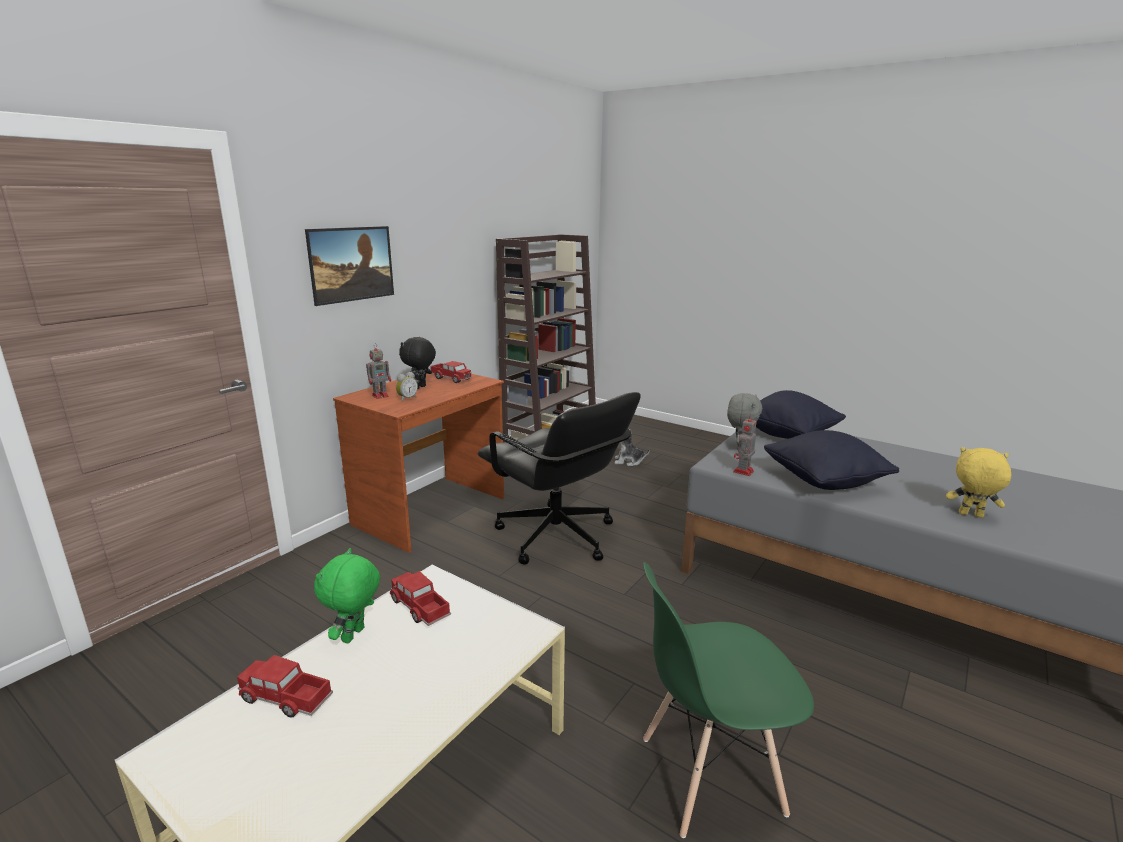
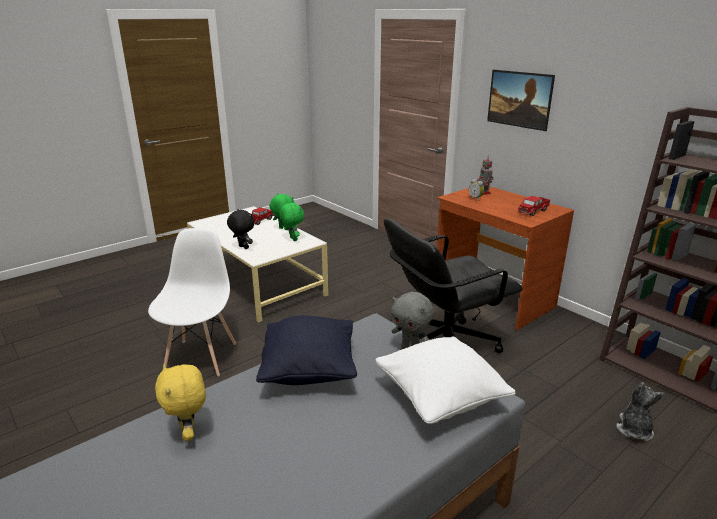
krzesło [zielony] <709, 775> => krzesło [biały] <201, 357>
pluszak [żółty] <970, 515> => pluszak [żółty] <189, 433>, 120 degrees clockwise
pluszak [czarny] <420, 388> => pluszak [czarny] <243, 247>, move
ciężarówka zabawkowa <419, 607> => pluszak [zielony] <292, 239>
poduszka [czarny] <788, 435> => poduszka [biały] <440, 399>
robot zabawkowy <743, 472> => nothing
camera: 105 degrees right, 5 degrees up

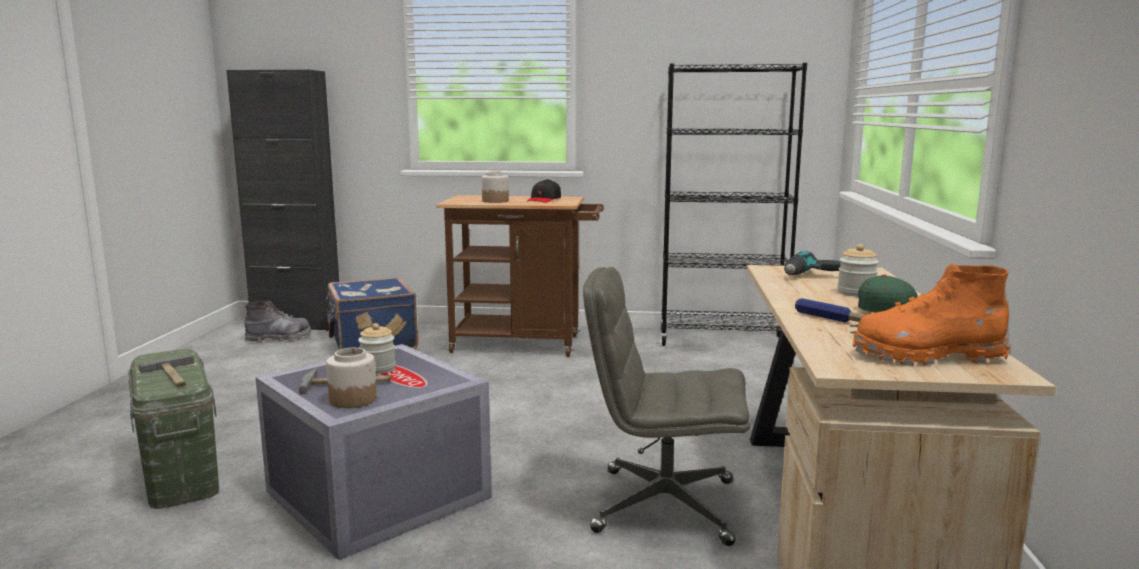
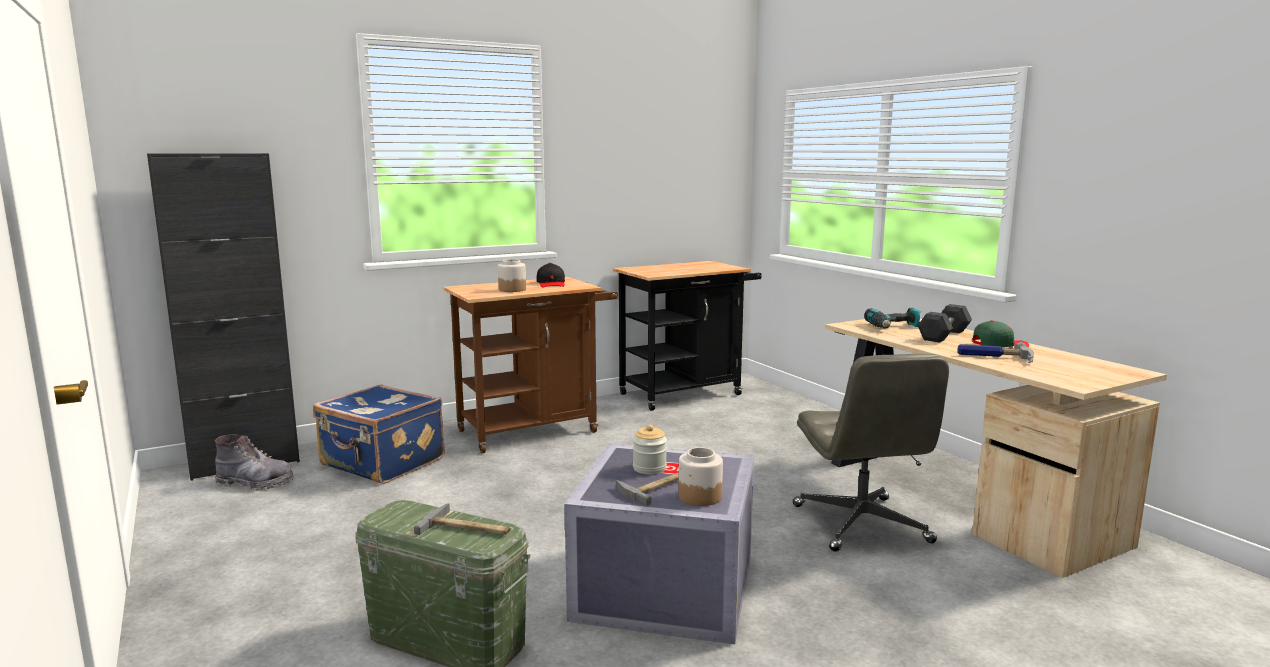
but z cholewką [szary] <279, 339> => but z cholewką [szary] <255, 483>, 60 degrees clockwise
regał [czarny] <722, 341> => wózek [czarny] <686, 393>
krzesło biurowe [szary] <663, 506> => krzesło biurowe [szary] <862, 524>, 75 degrees counterclockwise
słoik <856, 293> => hantel [szary] <944, 335>
but z cholewką [pomarańczowy] <926, 356> => nothing
camera: 35 degrees left, 0 degrees up

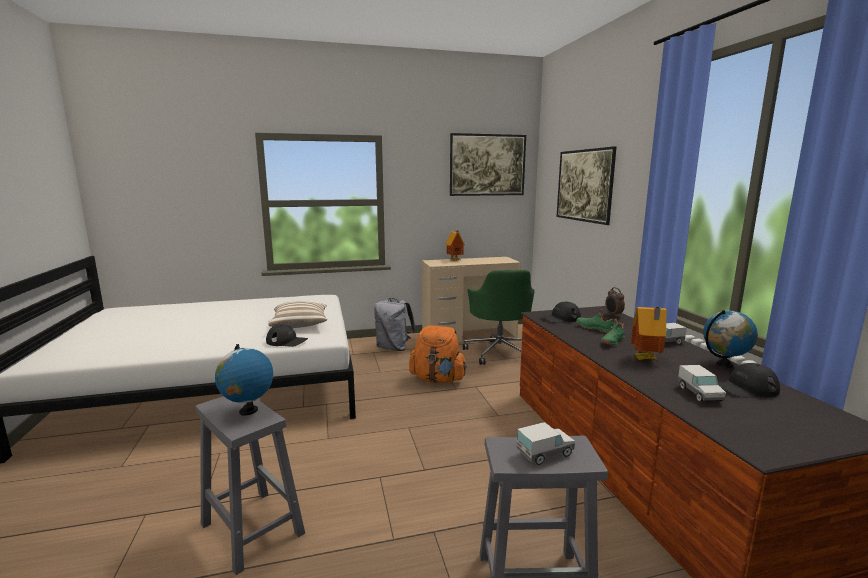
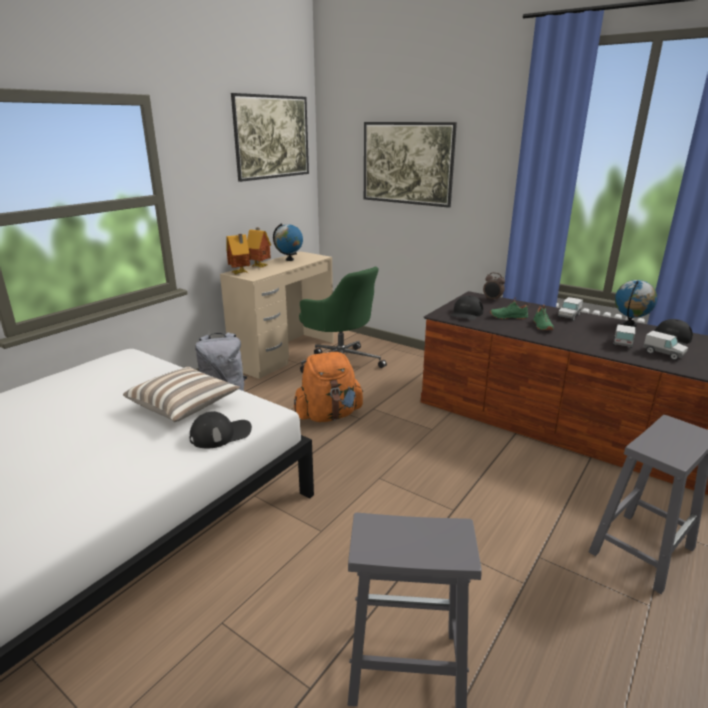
domek <646, 359> => domek <240, 273>, move
globus <248, 411> => globus <289, 260>, move
ciężarówka zabawkowa <544, 453> => ciężarówka zabawkowa <622, 343>, move
camera: 40 degrees left, 10 degrees up

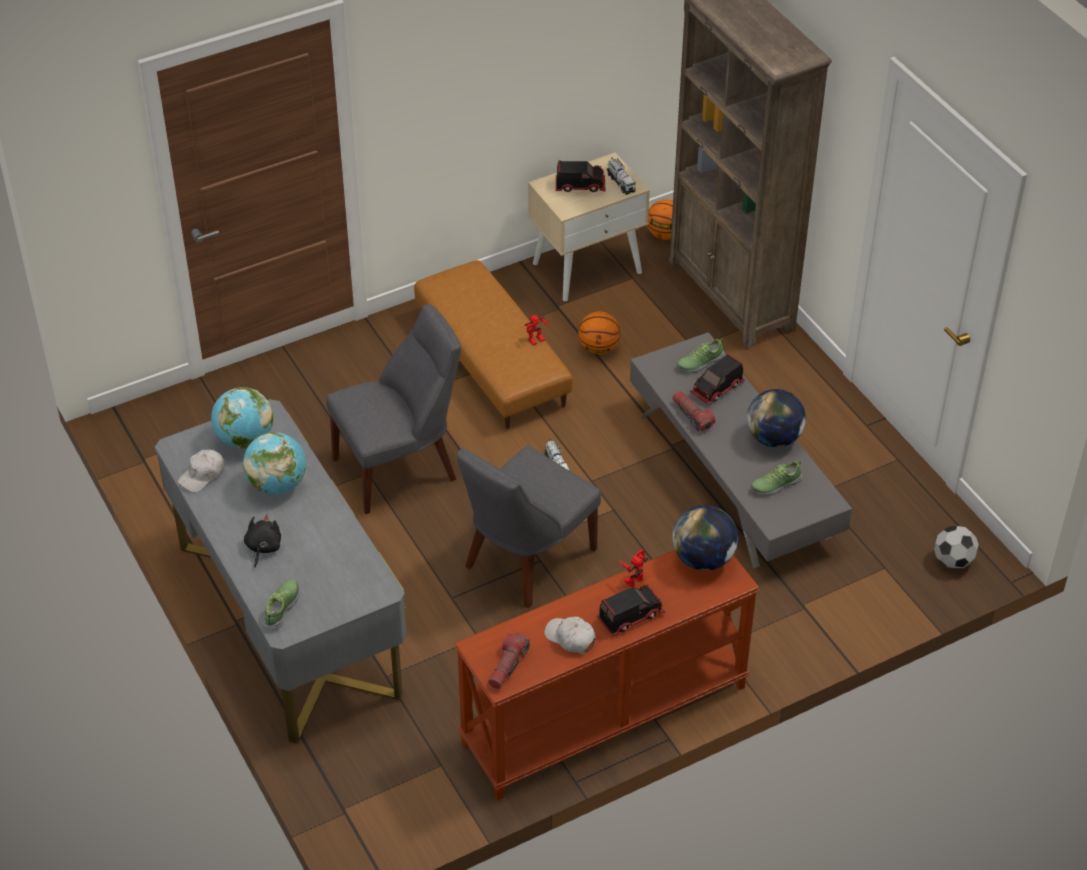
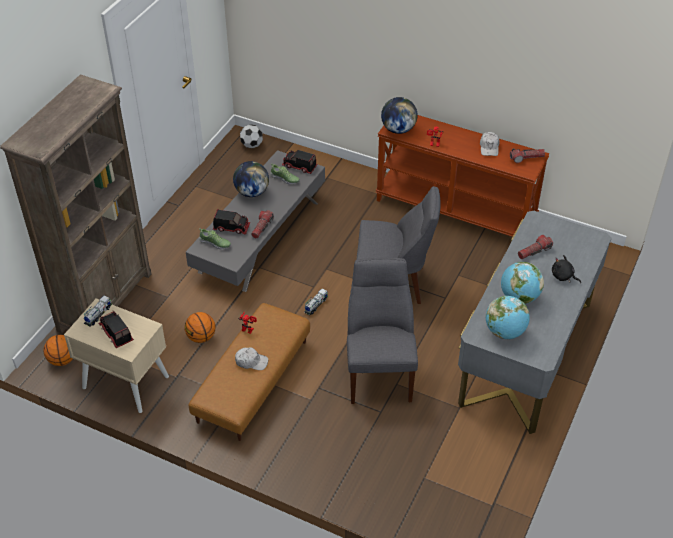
czapka z daszkiem [biały] <202, 475> => czapka z daszkiem [biały] <251, 361>, move
ciężarówka zabawkowa <630, 616> => ciężarówka zabawkowa <299, 166>, move
krzesło [szary] <400, 468> => krzesło [szary] <379, 371>, 60 degrees clockwise
nothing => latarka <534, 251>
pluszak [czarny] <263, 548> => pluszak [czarny] <563, 276>, 60 degrees clockwise
but <282, 608> => nothing
camera: 125 degrees left, 0 degrees up

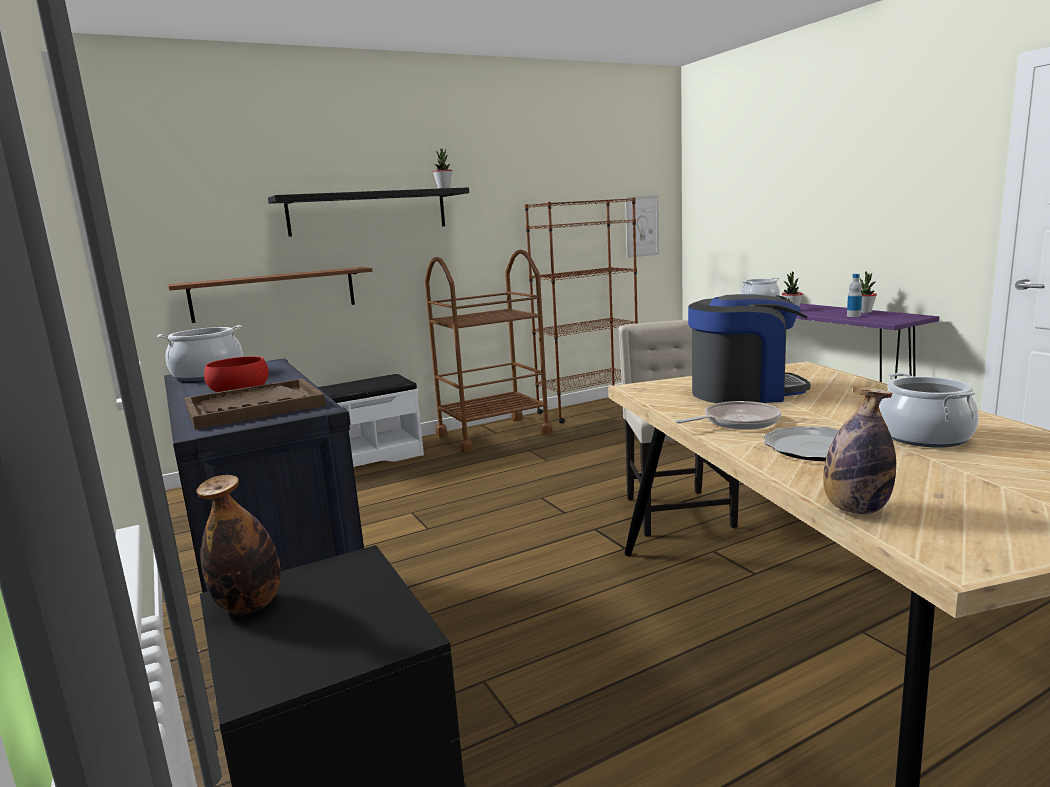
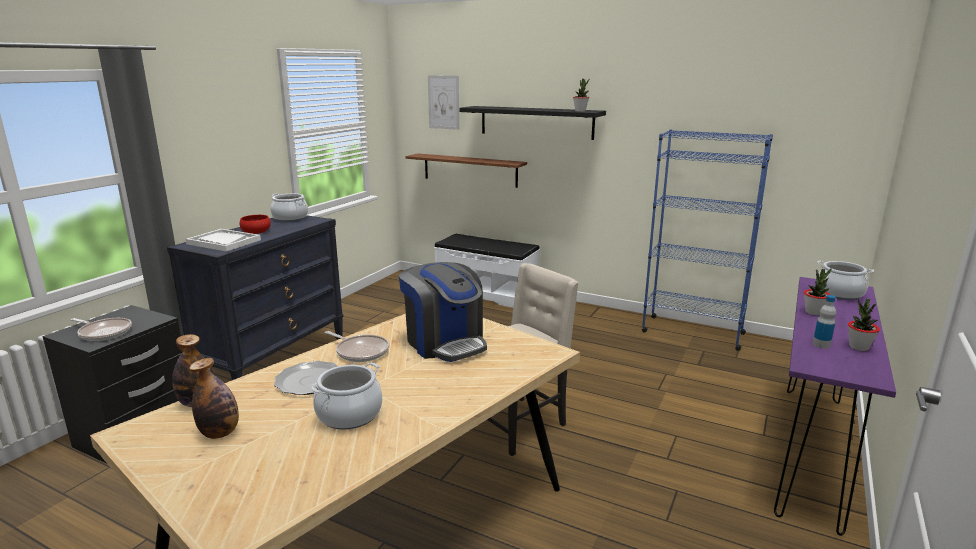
nothing => patelnia <104, 332>
taca [brązowy] <254, 407> => taca [biały] <223, 242>
butelka <249, 605> => butelka <220, 433>, move
obraz <642, 226> => obraz <443, 102>, move
regał [brązowy] <588, 409> => regał [niebieski] <692, 332>
wózek [brązowy] <493, 434> => nothing
camera: 55 degrees right, 5 degrees up

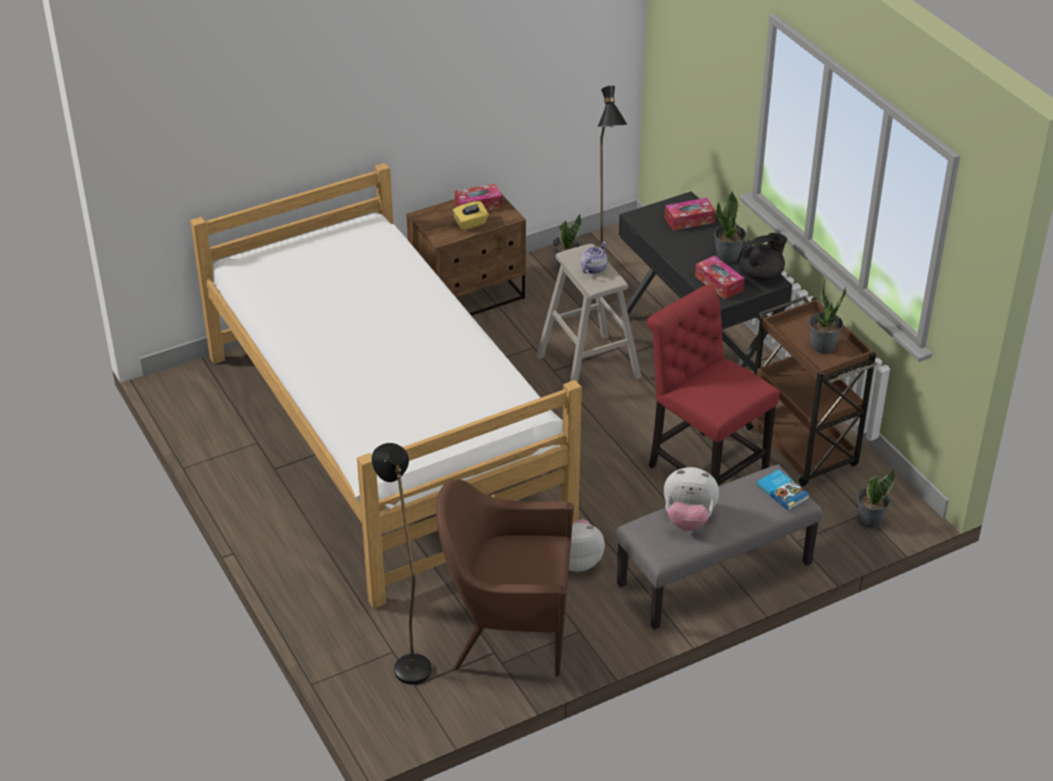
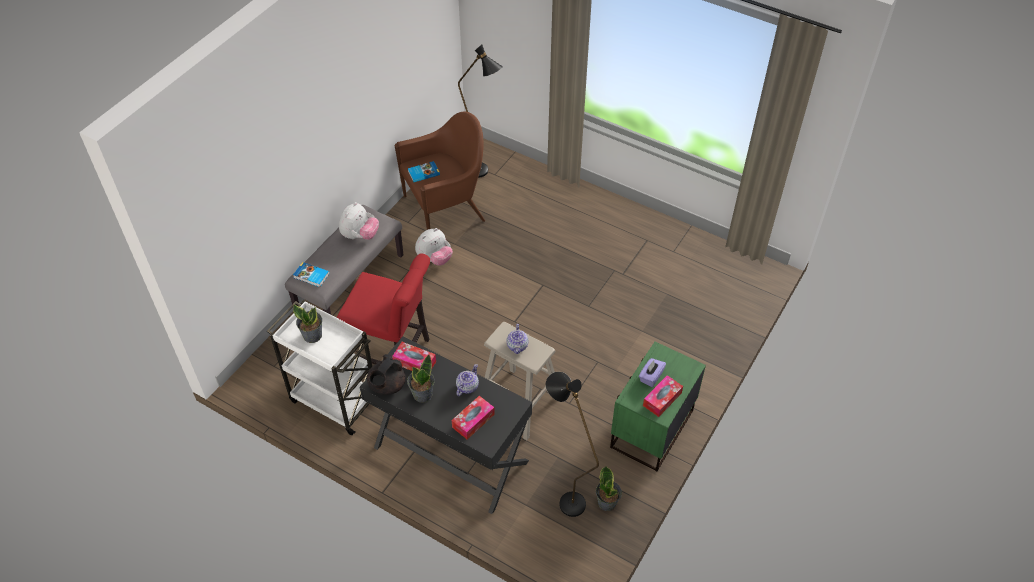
wózek [brązowy] <802, 449> => wózek [biały] <334, 400>
pluszak <688, 519> => pluszak <360, 235>, 135 degrees clockwise
nothing => książka <423, 173>
nothing => imbryk <467, 386>
szafka nocna [brązowy] <469, 297> => szafka nocna [zielony] <650, 429>
pudełko chusteczek [żółty] <471, 223> => pudełko chusteczek [fioletowy] <651, 377>
łóżko <385, 438> => nothing
roślina doniczkowa <870, 519> => nothing
camera: 150 degrees right, 10 degrees up

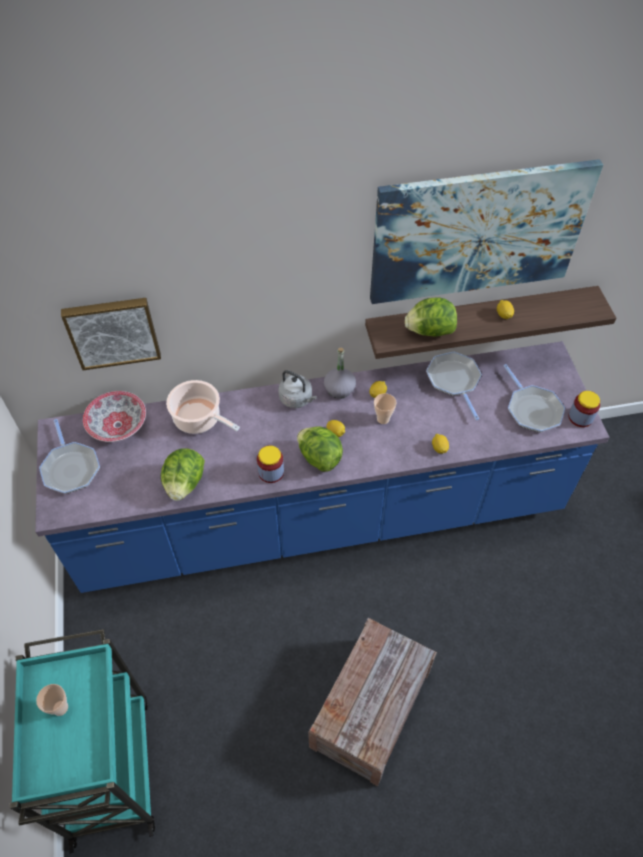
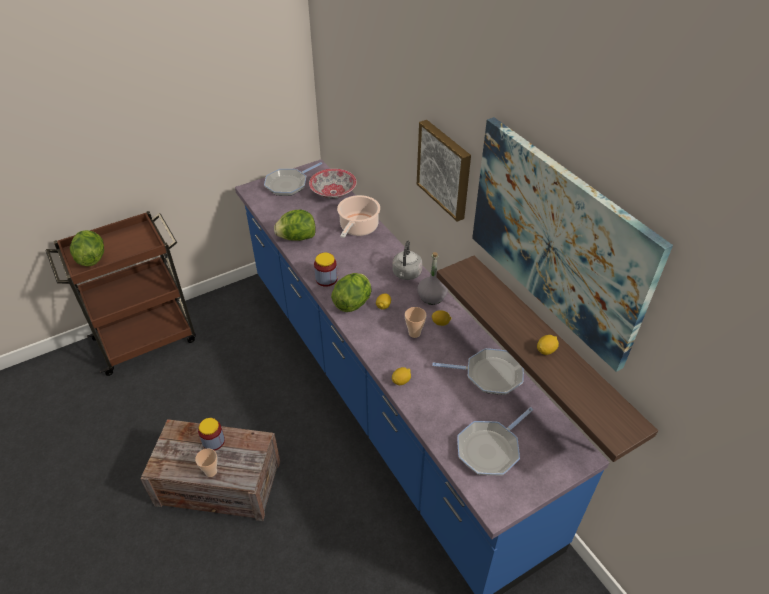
wózek [turkusowy] <111, 766> => wózek [brązowy] <147, 338>
sałata <429, 331> => sałata <91, 258>, move
filiżanka <60, 708> => filiżanka <211, 471>, move
słoik <580, 417> => słoik <213, 441>, move
obraz <113, 331> => obraz <445, 169>, move
patelnia <454, 381> => patelnia <489, 375>, 45 degrees clockwise
camera: 70 degrees right, 10 degrees down

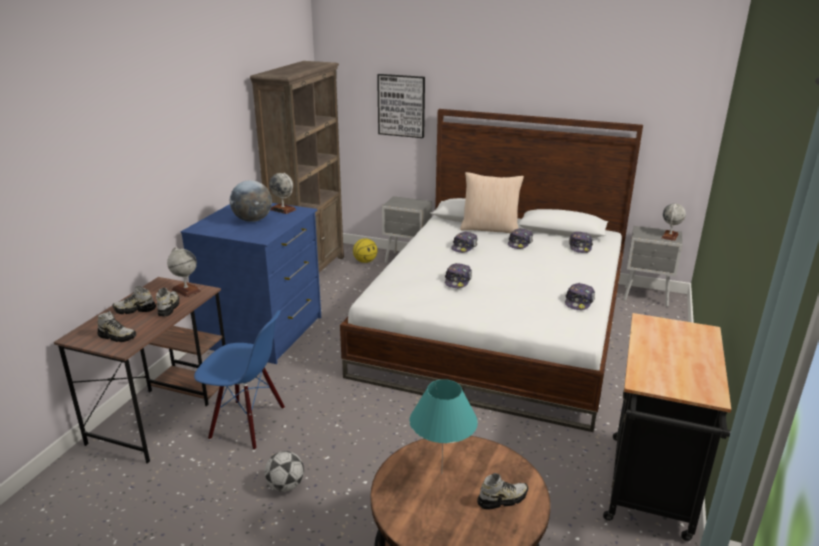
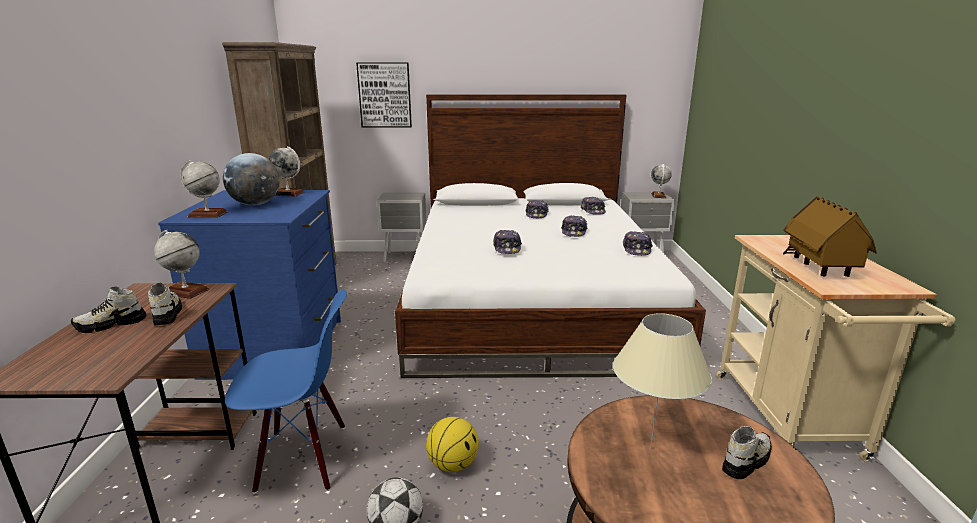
nothing => globus <207, 214>
piłka do koszykówki <365, 261> => piłka do koszykówki <453, 464>, move
czapka z daszkiem <464, 247> => czapka z daszkiem <574, 232>, move
lampa stołowa [turkusowy] <441, 474> => lampa stołowa [beżowy] <650, 449>
wózek [czarny] <649, 492> => wózek [beżowy] <792, 422>
nothing => domek <819, 268>
but <117, 336> => nothing
poduszka [beżowy] <490, 229> => nothing
camera: 20 degrees left, 5 degrees down

